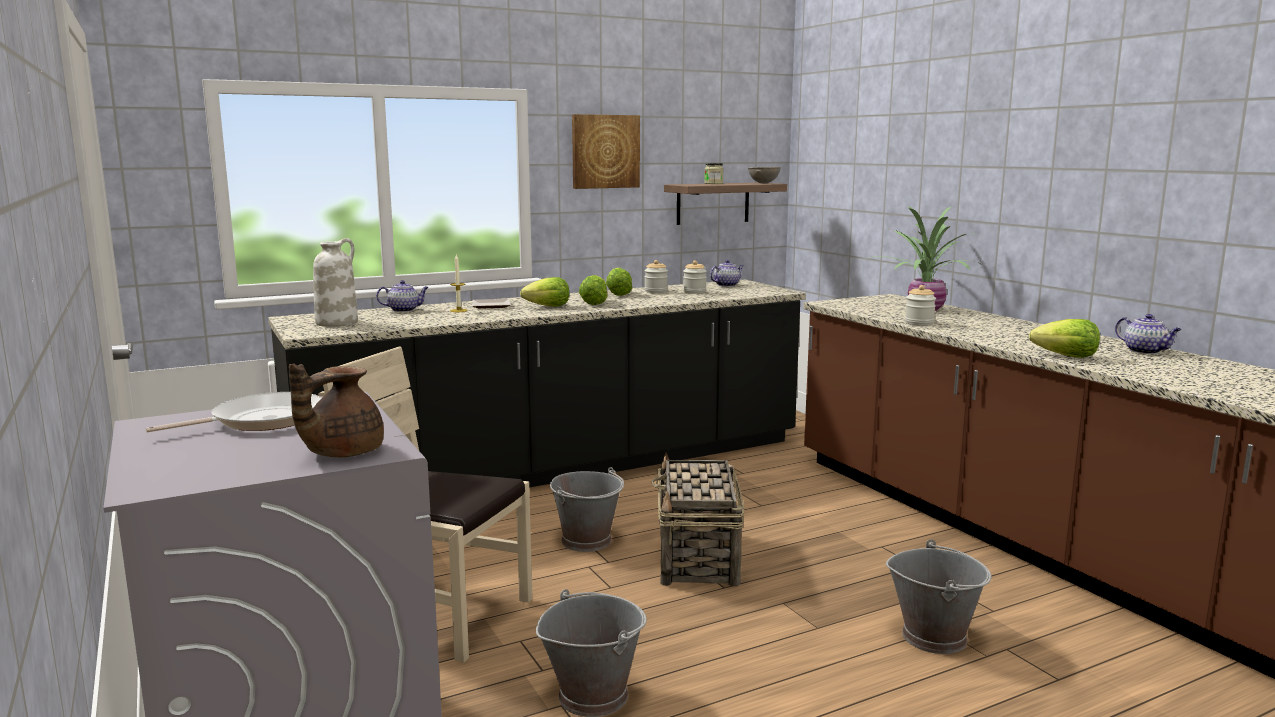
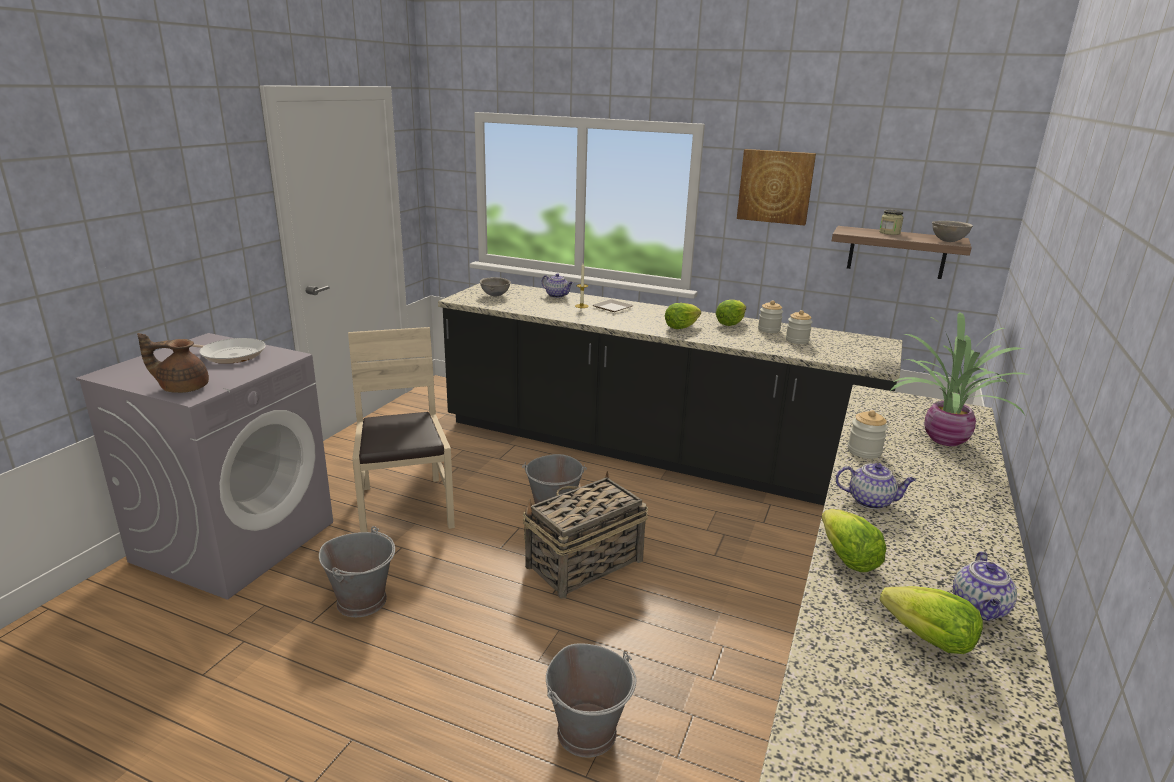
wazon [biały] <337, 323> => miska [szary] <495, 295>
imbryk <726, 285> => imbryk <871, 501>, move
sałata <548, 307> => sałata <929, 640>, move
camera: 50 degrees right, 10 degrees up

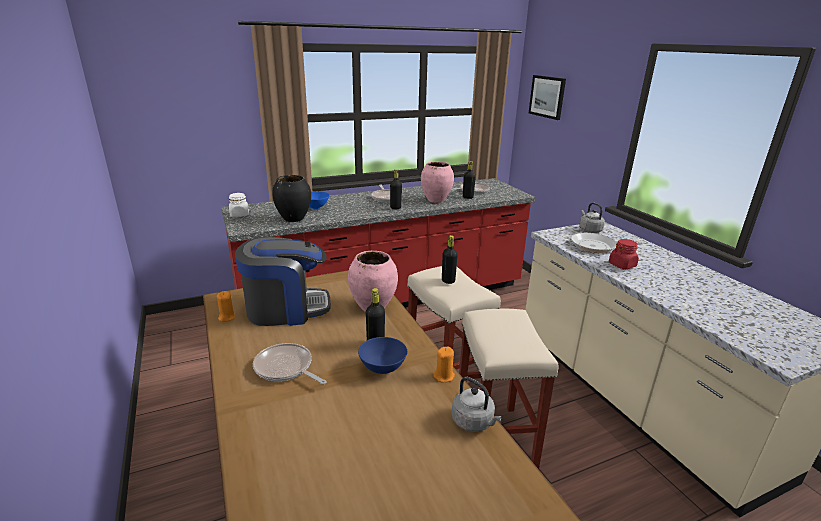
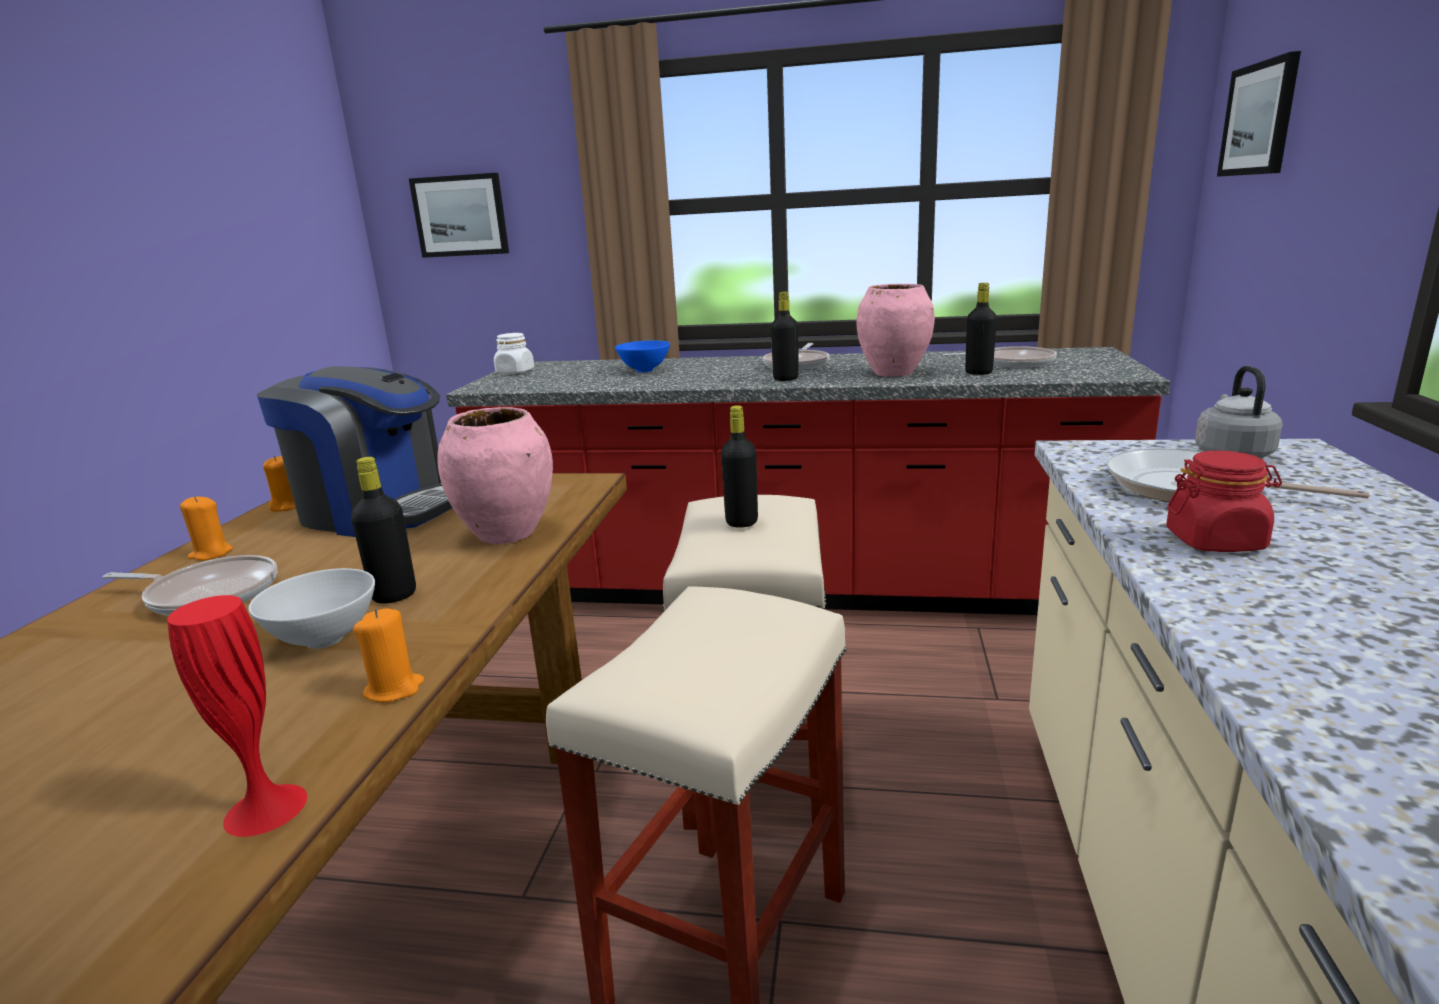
patelnia <285, 368> => patelnia <208, 594>, 120 degrees clockwise
czajnik [szary] <474, 422> => wazon [czerwony] <266, 809>
nothing => świeca [pomarańczowy] <211, 554>
miska [niebieski] <383, 369> => miska [biały] <325, 640>
nothing => obraz <460, 216>
wazon [czarny] <293, 219> => nothing
camera: 35 degrees right, 5 degrees down

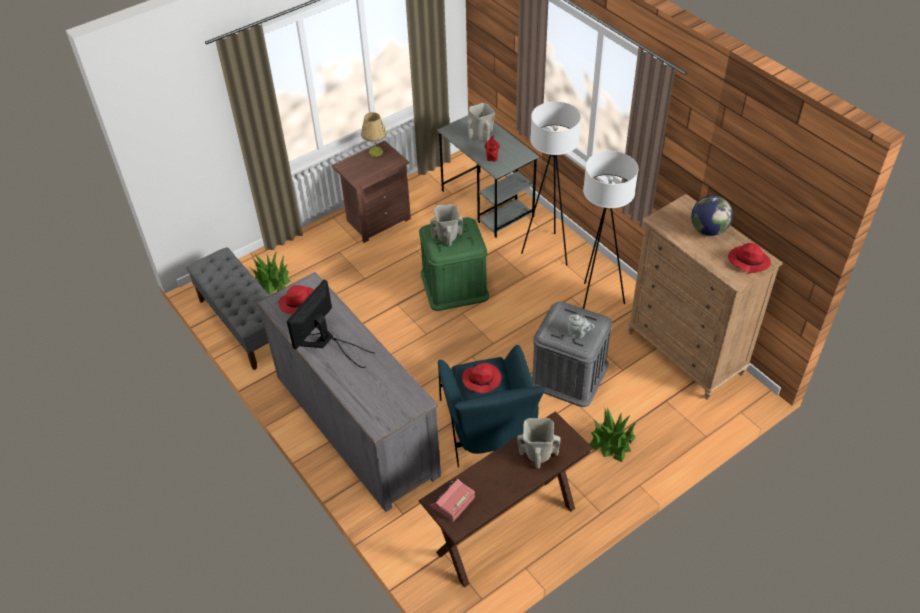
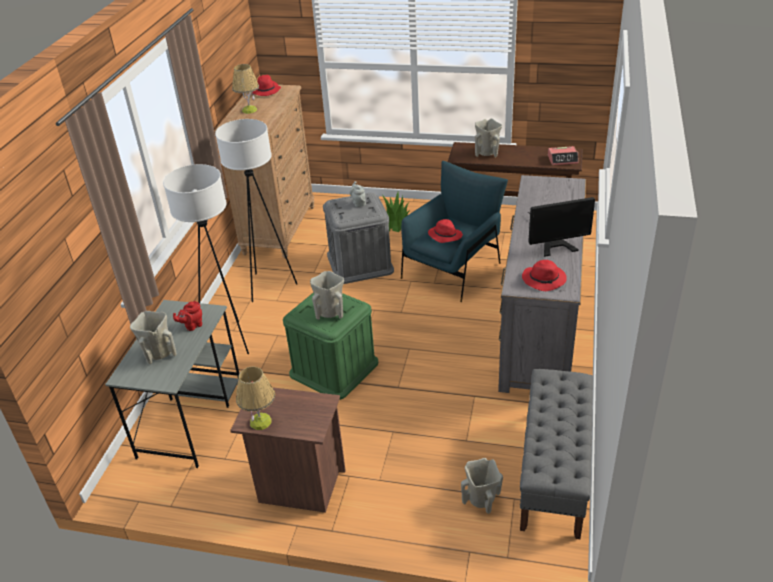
globus <708, 230> => lampa stołowa <249, 110>
roślina doniczkowa <271, 282> => wazon [beżowy] <481, 500>
camera: 130 degrees left, 10 degrees down

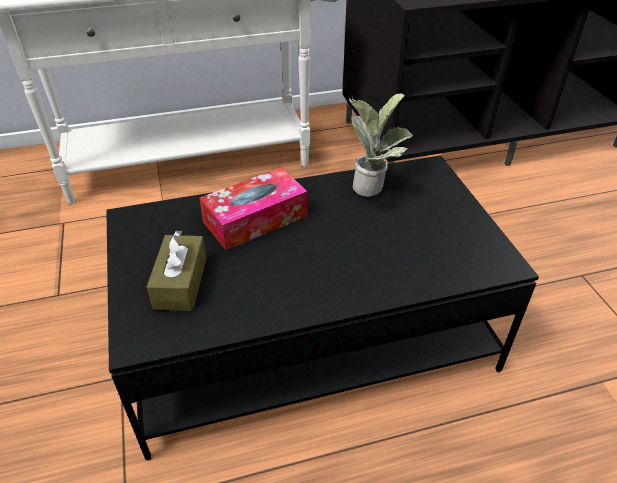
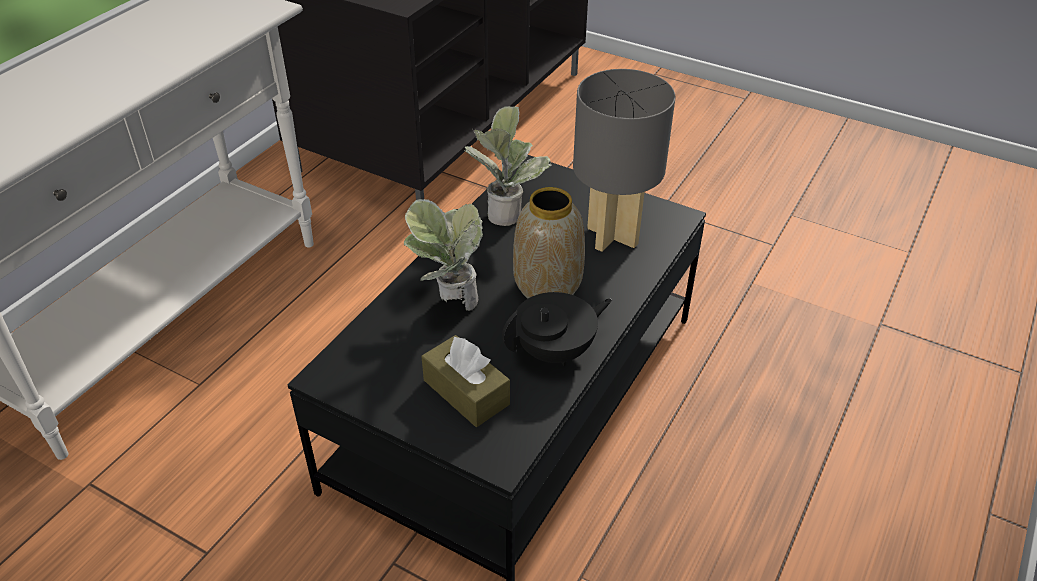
pudełko chusteczek <255, 219> => roślina doniczkowa <449, 300>
nothing => imbryk [czarny] <555, 351>
nothing => wazon <548, 286>
nothing => lampa stołowa [szary] <611, 236>
camera: 45 degrees left, 0 degrees up

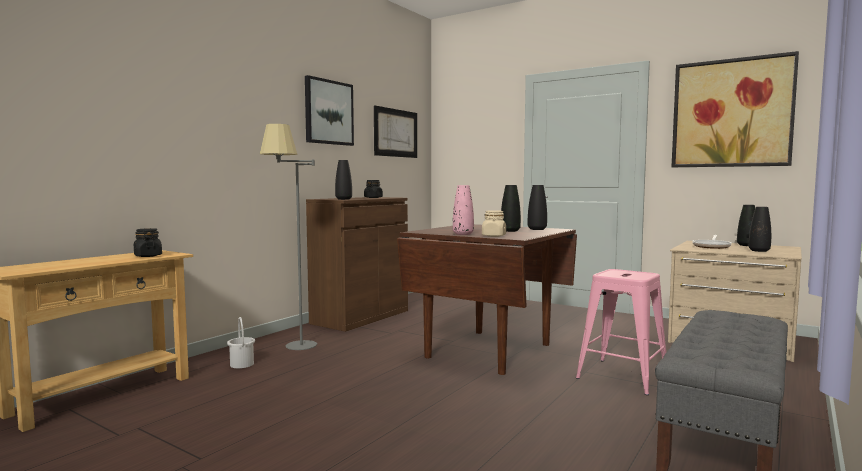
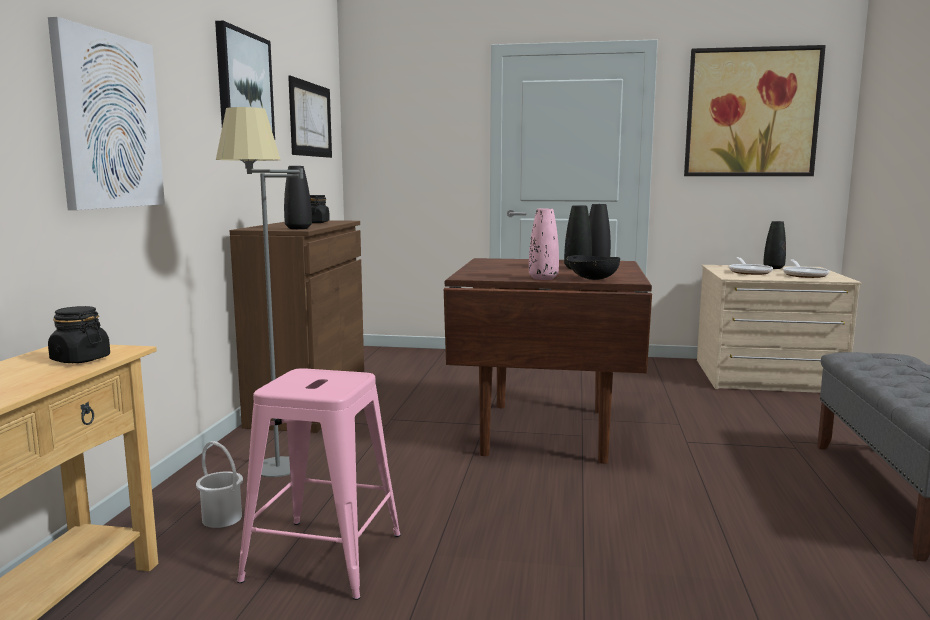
nothing => obraz <108, 121>
stołek [różowy] <622, 376> => stołek [różowy] <323, 557>, move
słoik [beżowy] <494, 236> => miska [czarny] <591, 279>
wazon [czarny] <759, 251> => patelnia <804, 275>
camera: 25 degrees left, 5 degrees up

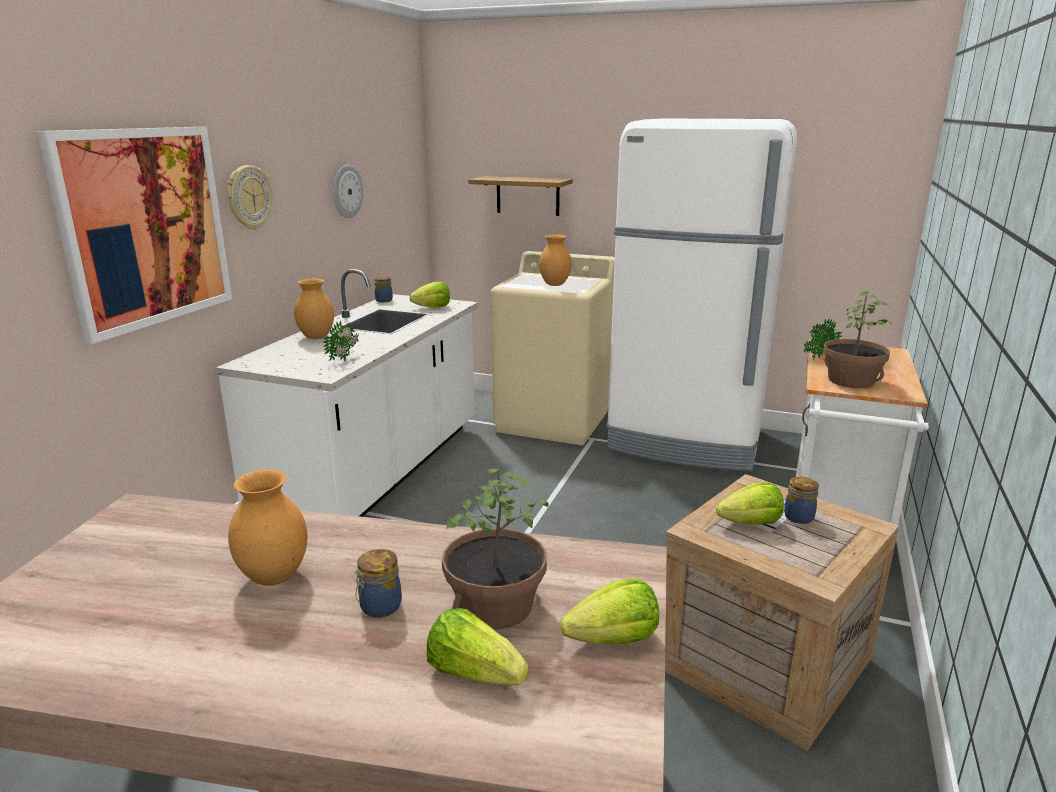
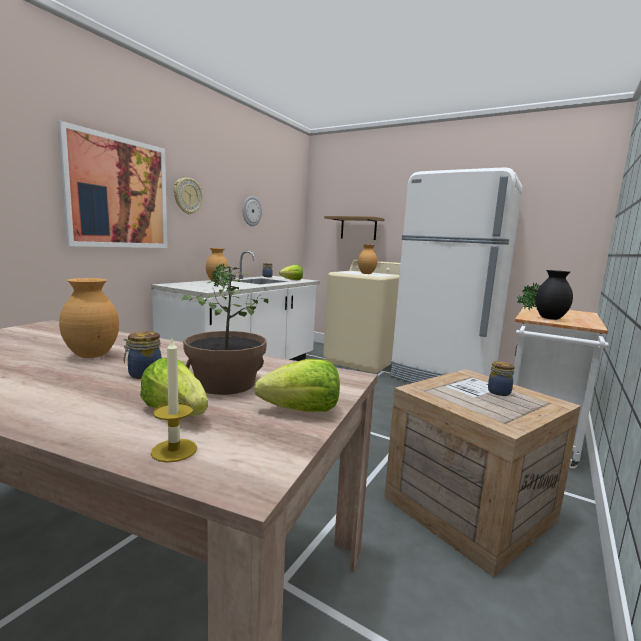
nothing => świeca <174, 450>
roślina doniczkowa <850, 380> => wazon [czarny] <549, 318>
sałata <751, 523> => nothing
camera: 10 degrees right, 10 degrees down

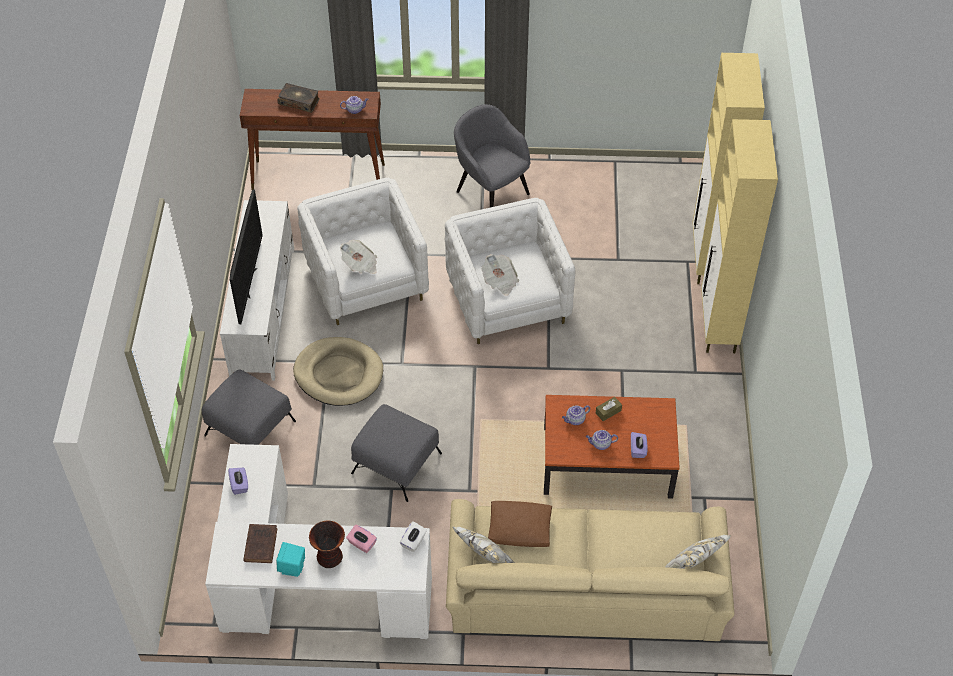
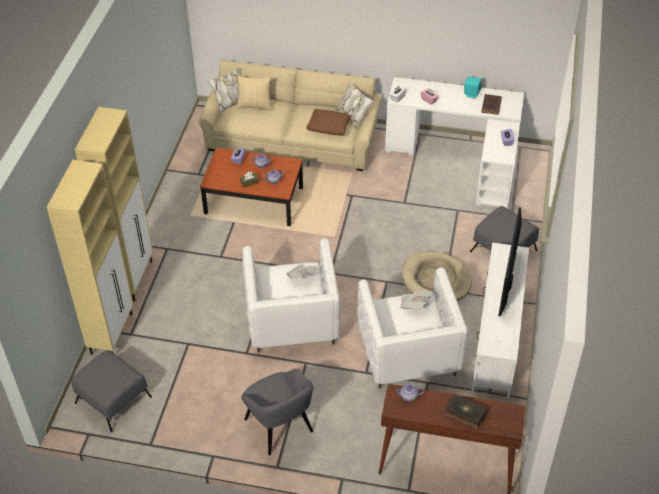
pufa [szary] <397, 463> => pufa [szary] <113, 399>, move
nothing => poduszka <255, 105>
wazon <330, 557> => nothing
camera: 170 degrees left, 5 degrees down

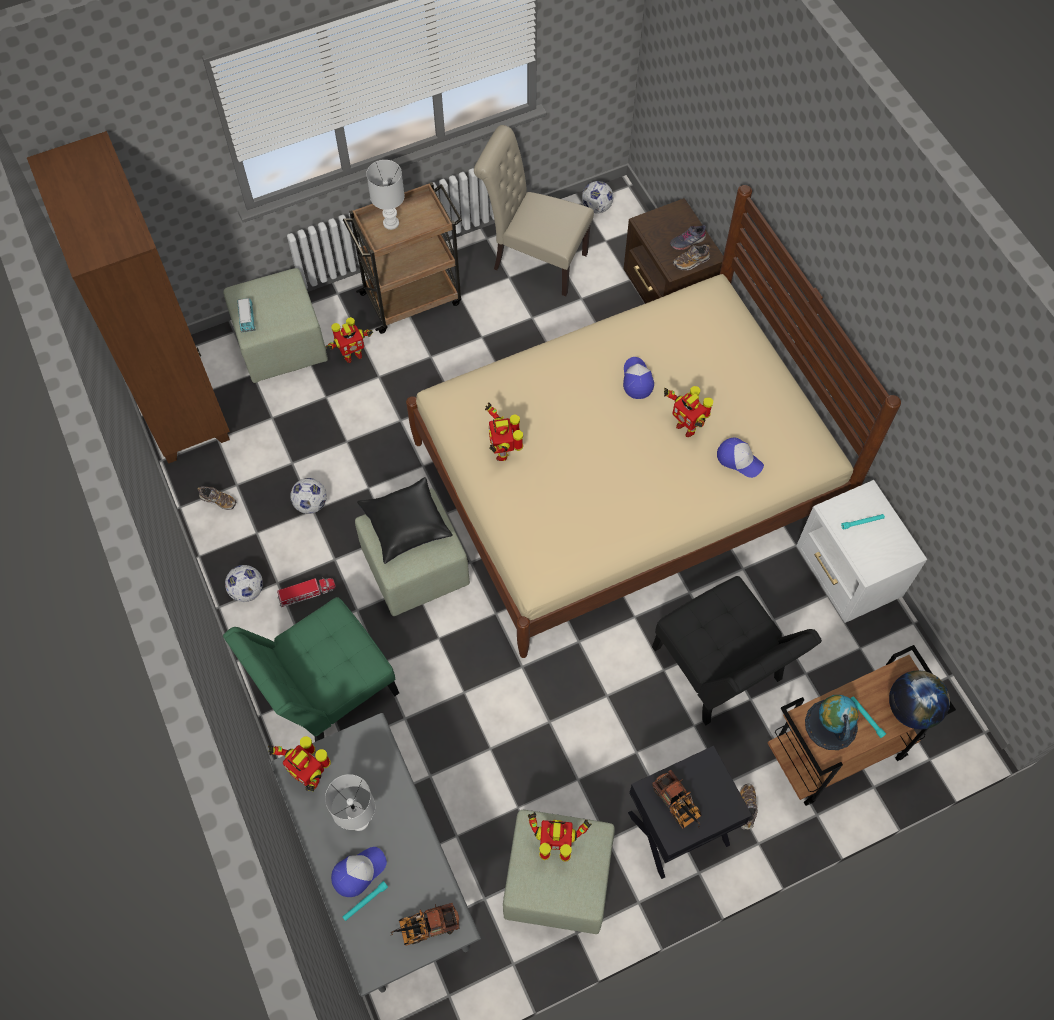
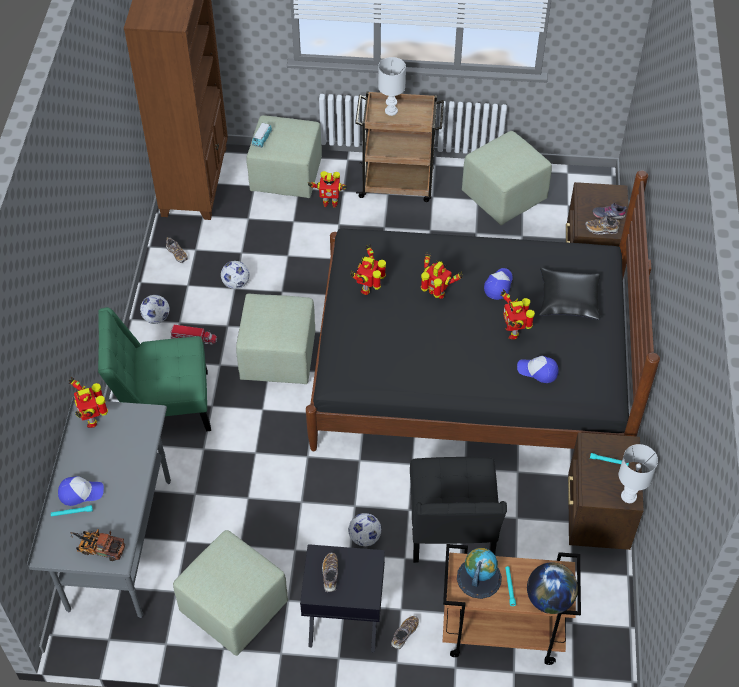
łóżko [beżowy] <625, 479> => łóżko [czarny] <469, 370>
ciężarówka zabawkowa <678, 805> => but <330, 575>
piłka futbolowa <597, 207> => piłka futbolowa <365, 537>, move
robot zabawkowy <555, 844> => robot zabawkowy <436, 295>, move
krzesło [beżowy] <534, 260> => pufa [zielony] <504, 196>
czapka z daszkiem <739, 460> => czapka z daszkiem <538, 371>, 135 degrees clockwise
poduszka [czarny] <406, 525> => poduszka [czarny] <568, 300>, move
szafka nocna [biały] <846, 576> => szafka nocna [brązowy] <595, 516>
lampa stołowa [biały] <358, 820> => lampa stołowa [biały] <628, 496>, move
camera: 30 degrees right, 10 degrees down

